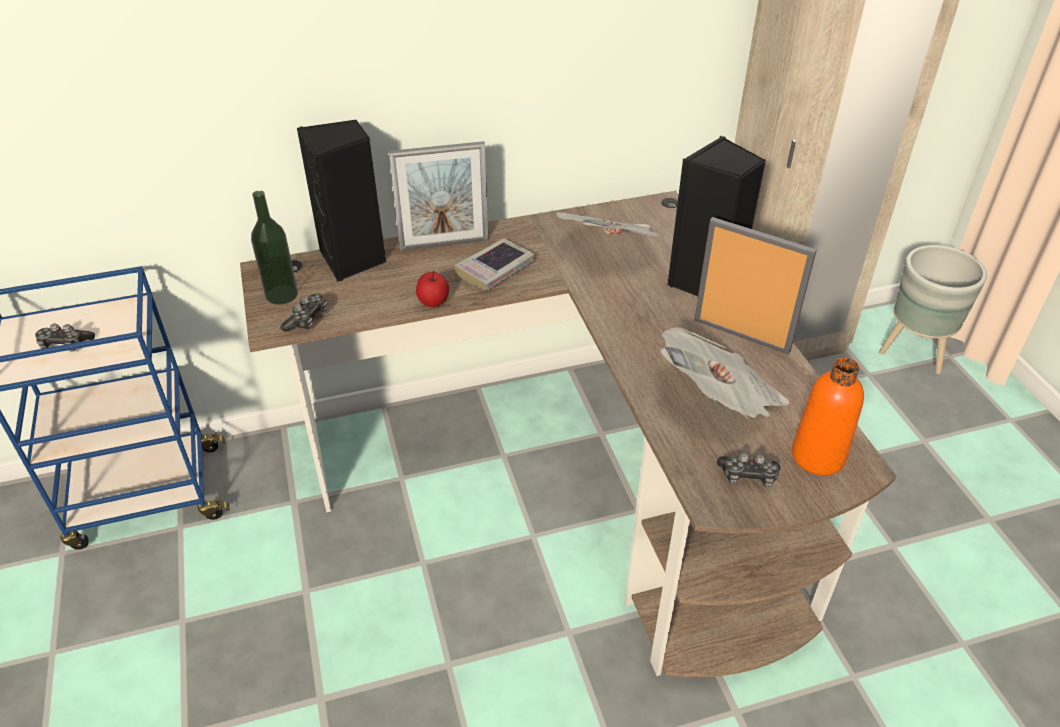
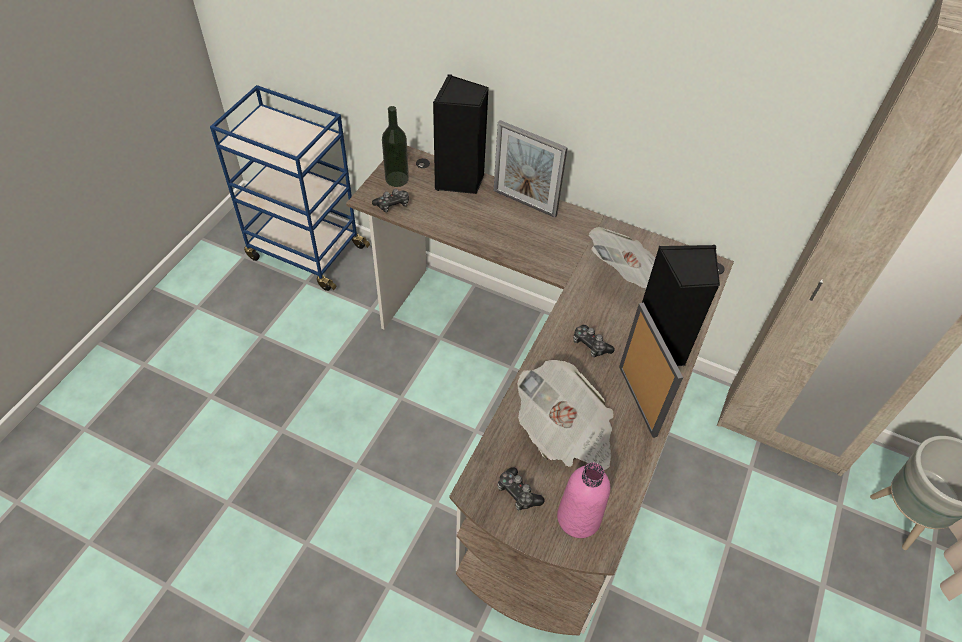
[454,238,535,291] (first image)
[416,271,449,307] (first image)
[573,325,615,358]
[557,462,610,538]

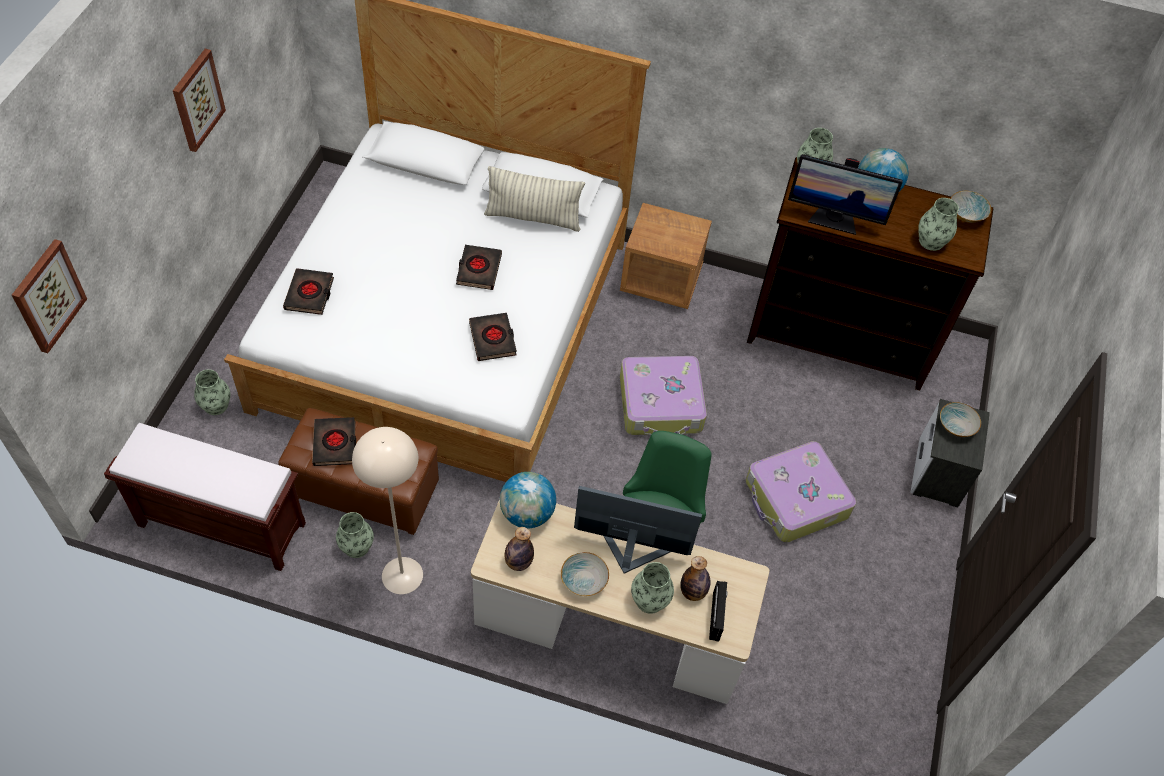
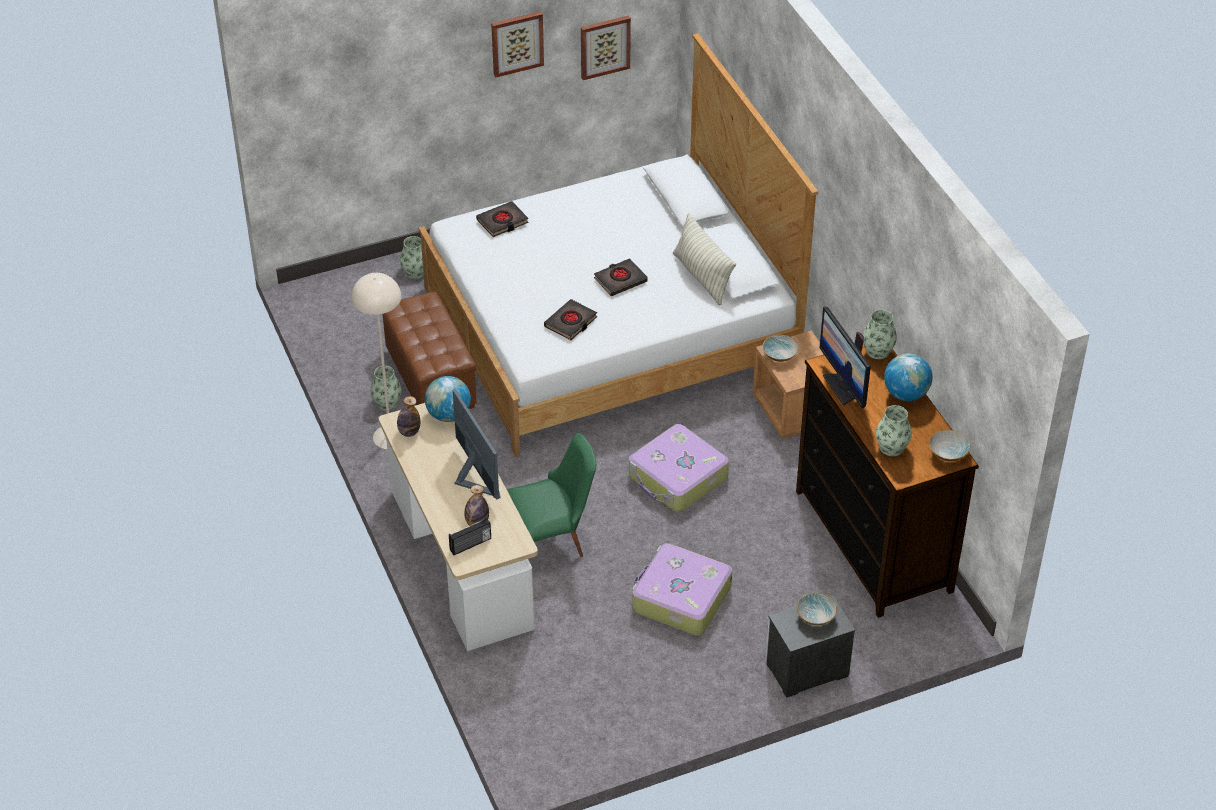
[581,16,631,80]
[312,417,356,466] (first image)
[104,423,306,571] (first image)
[762,335,799,362]
[631,562,674,614] (first image)

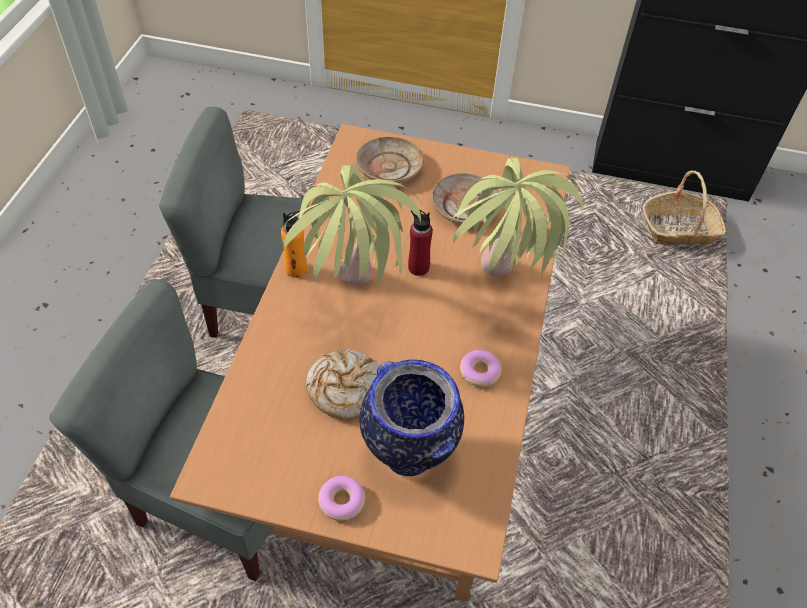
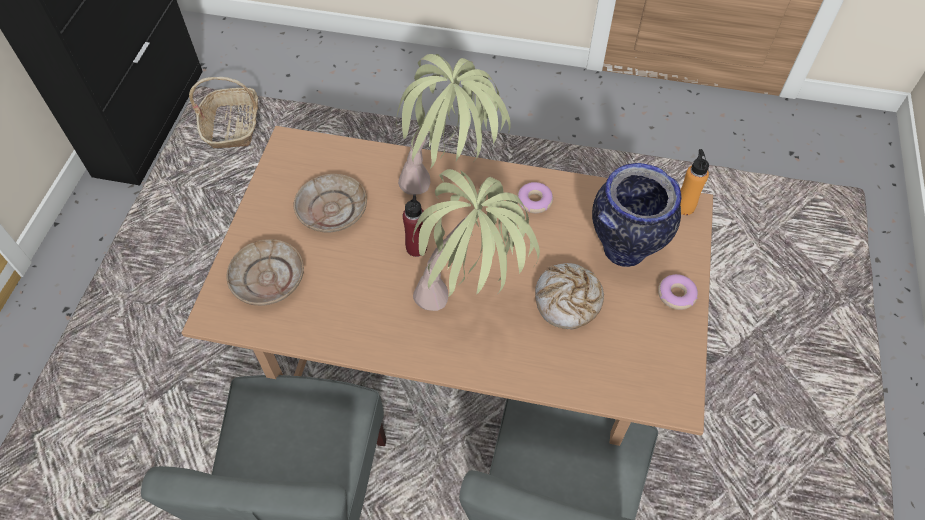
[680,149,709,215]

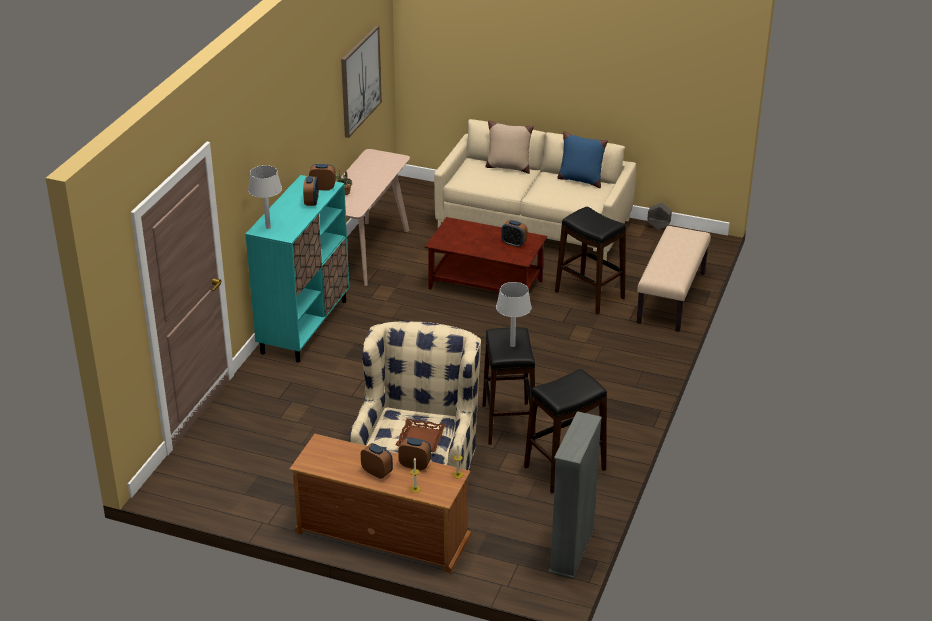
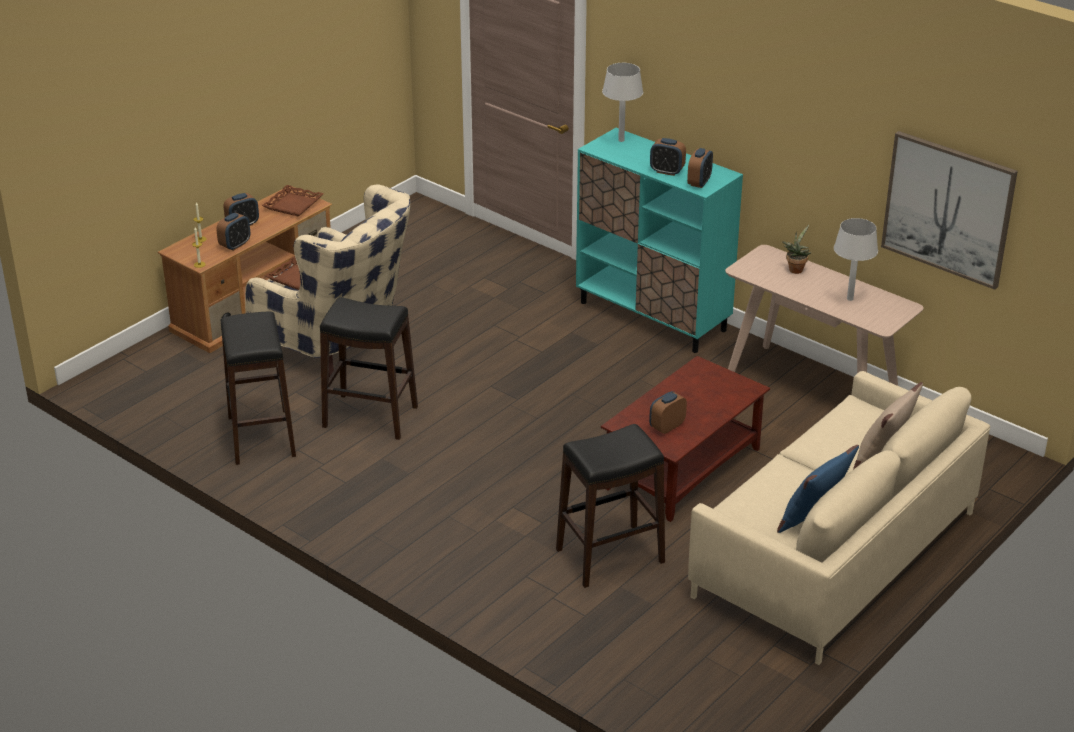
[647,202,672,230] (first image)
[637,226,711,332] (first image)
[834,218,878,301]
[549,411,602,579] (first image)
[262,185,324,217]

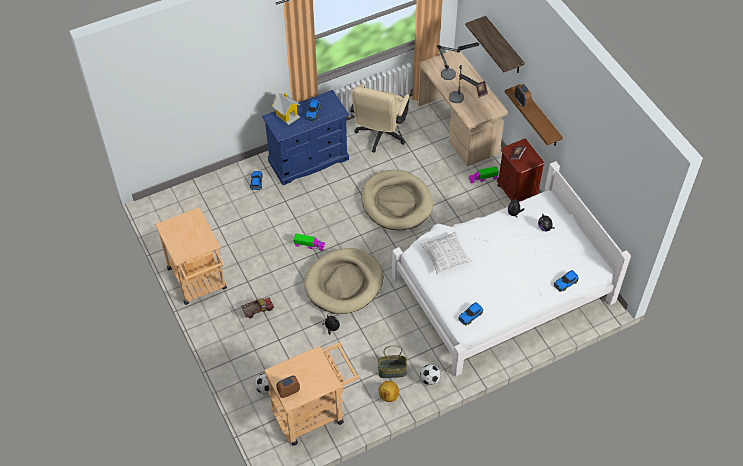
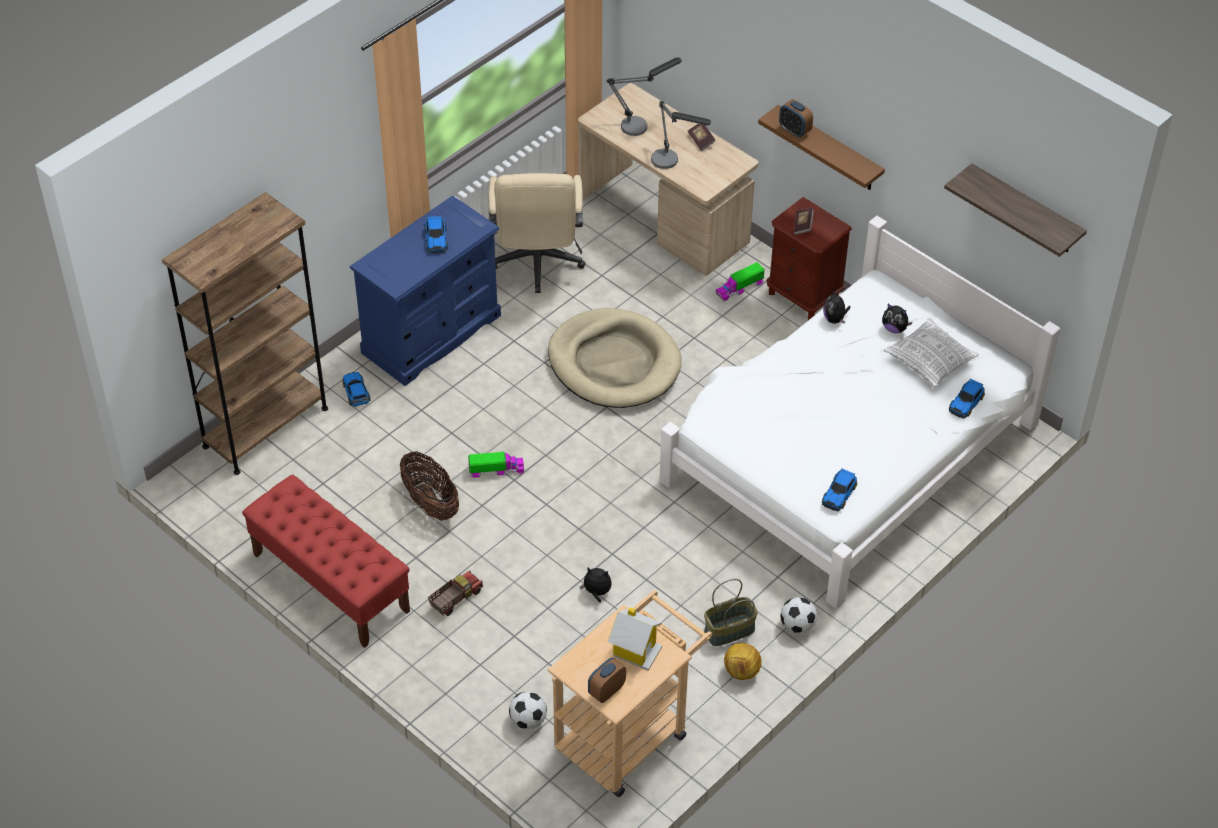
[944,163,1087,257]
[608,607,662,671]
[242,474,410,648]
[884,318,979,388]
[304,248,384,314] (first image)
[162,192,328,475]
[400,451,459,521]

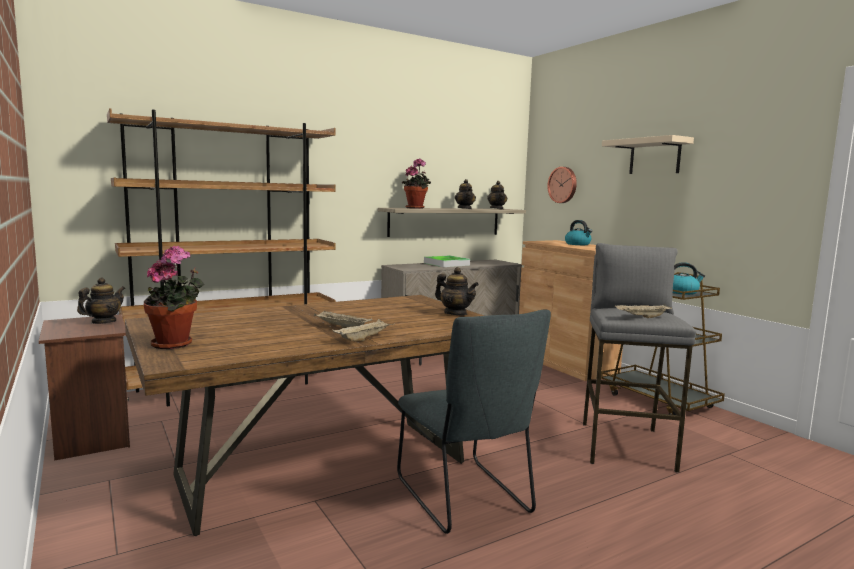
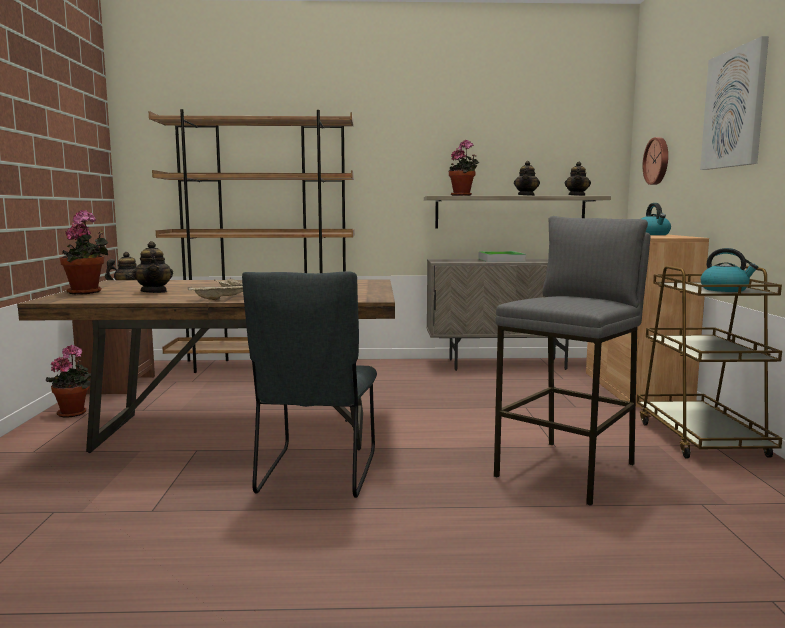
[700,36,769,170]
[132,241,173,293]
[615,304,672,318] (first image)
[45,345,91,418]

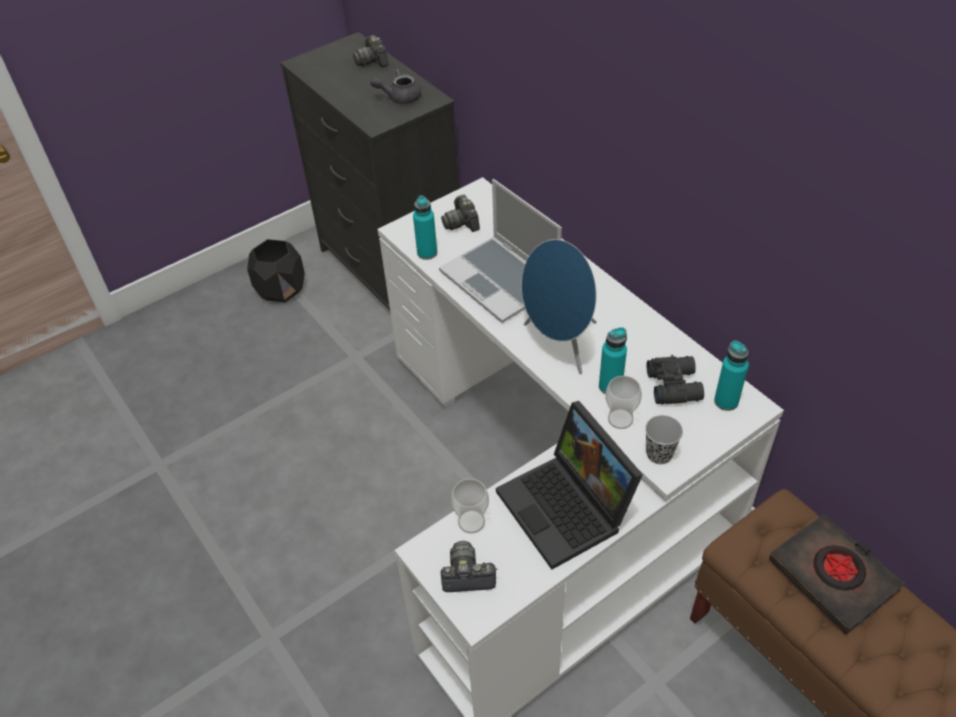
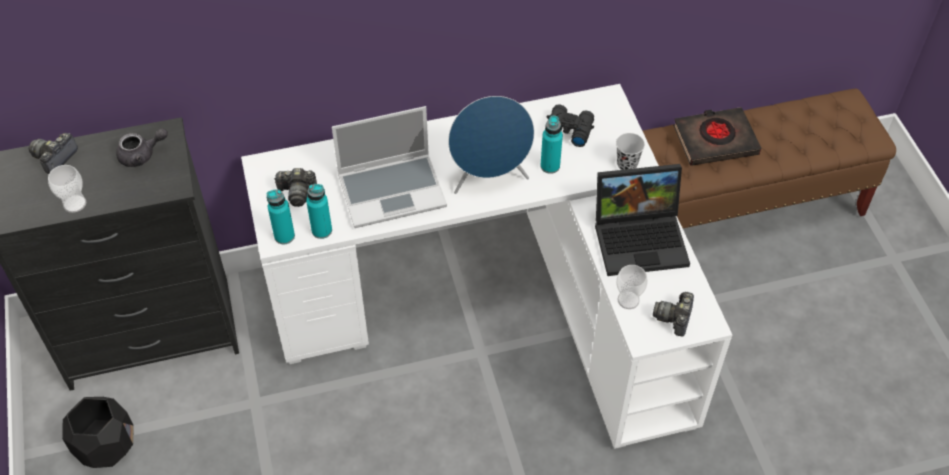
[29,133,78,174]
[116,128,168,167]
[267,189,295,244]
[48,165,86,213]

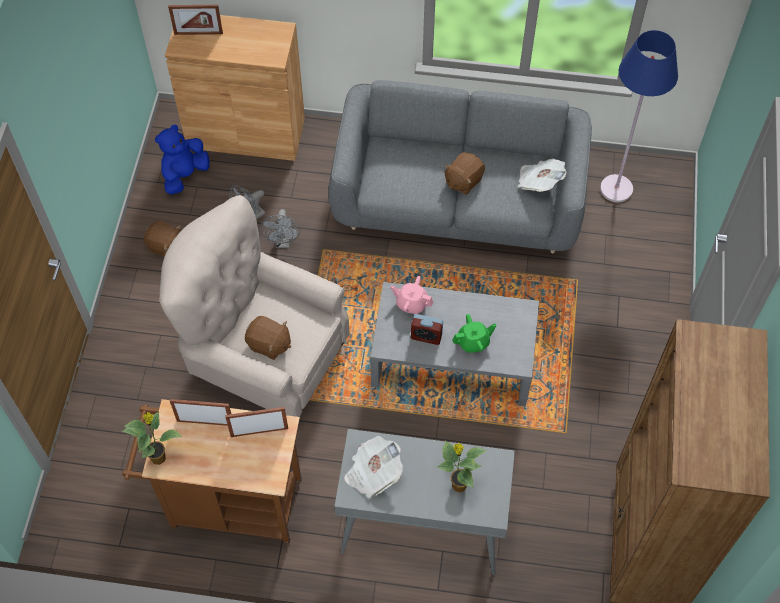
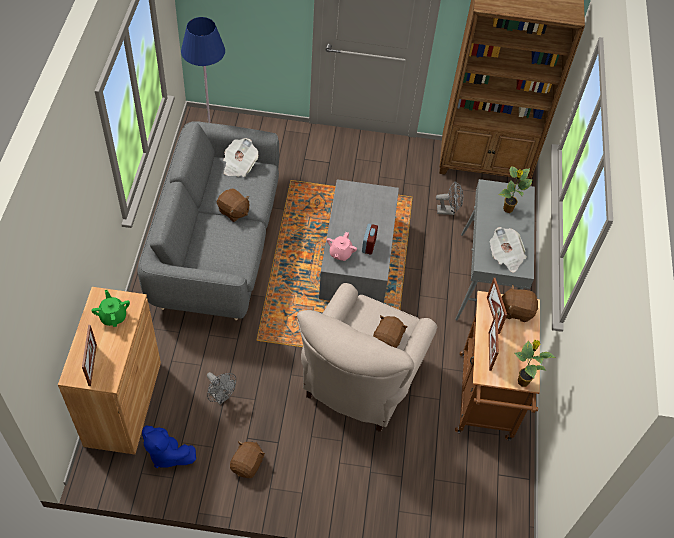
[436,181,463,215]
[91,290,130,327]
[502,285,538,322]

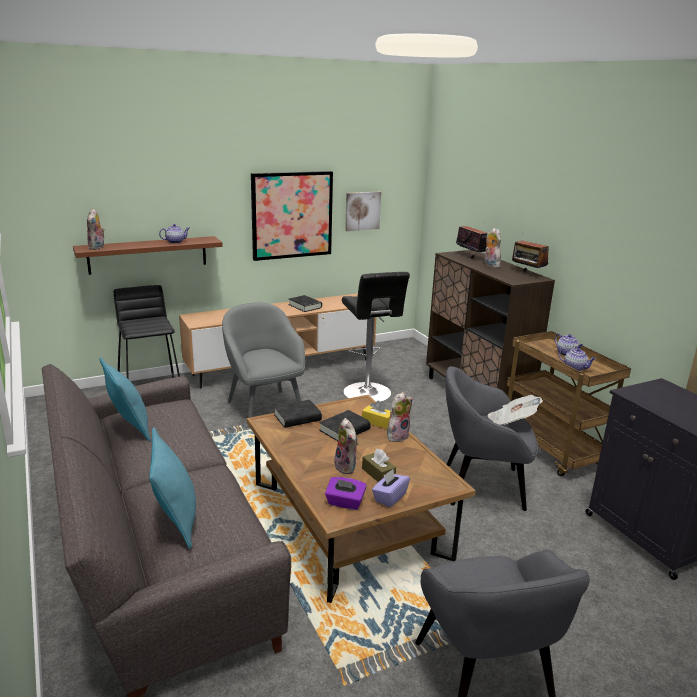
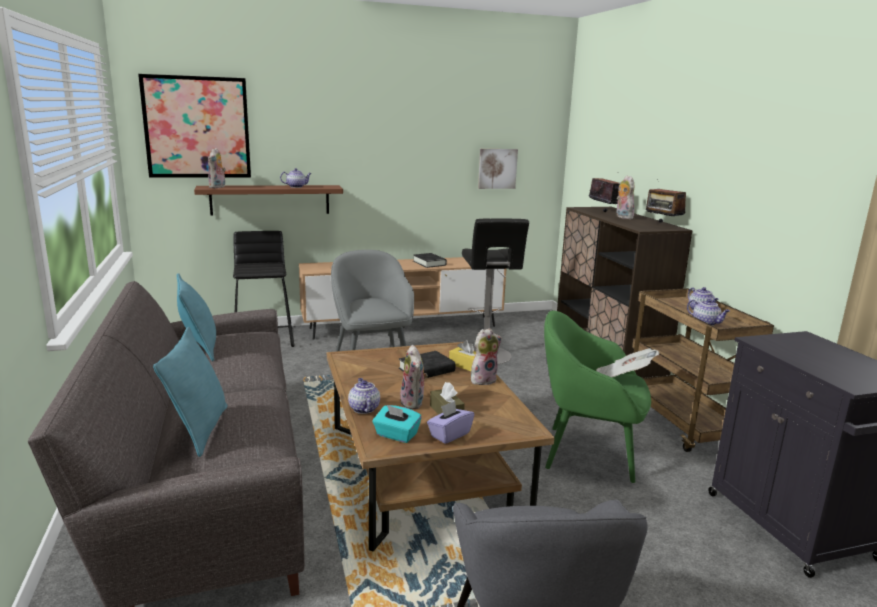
[138,74,251,178]
[544,310,651,483]
[274,400,322,428] (first image)
[373,405,422,443]
[348,378,380,414]

